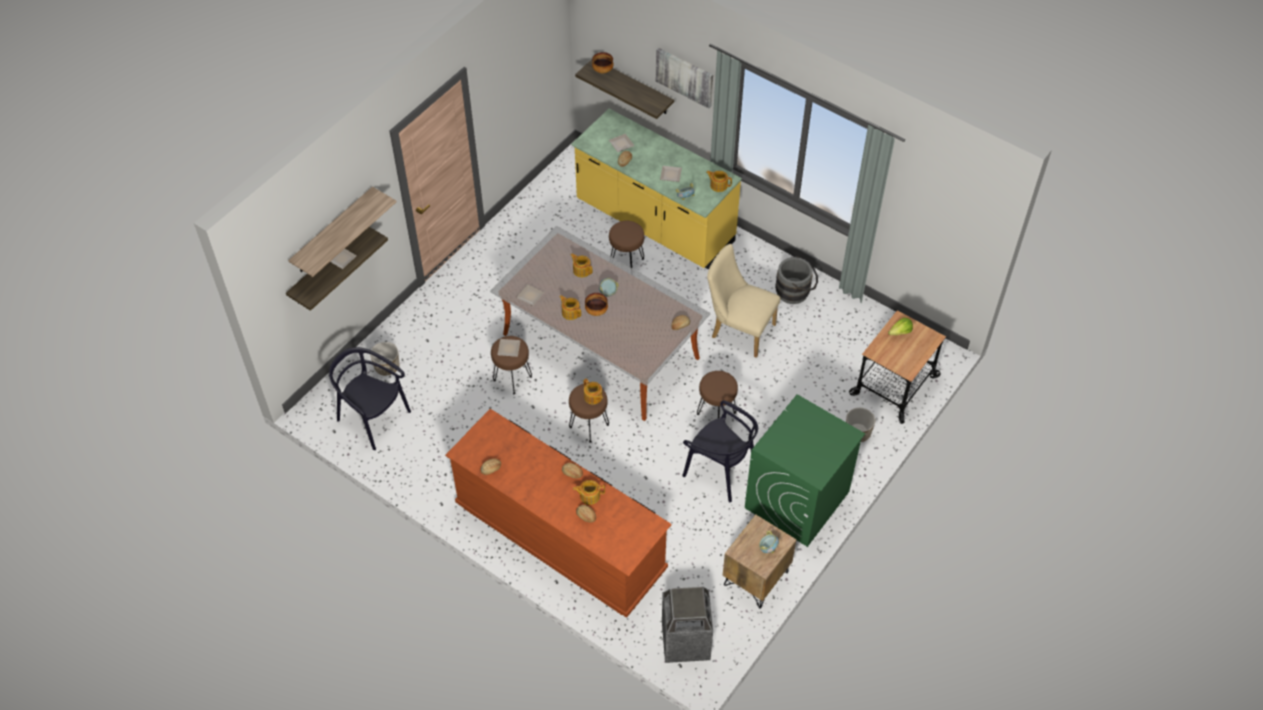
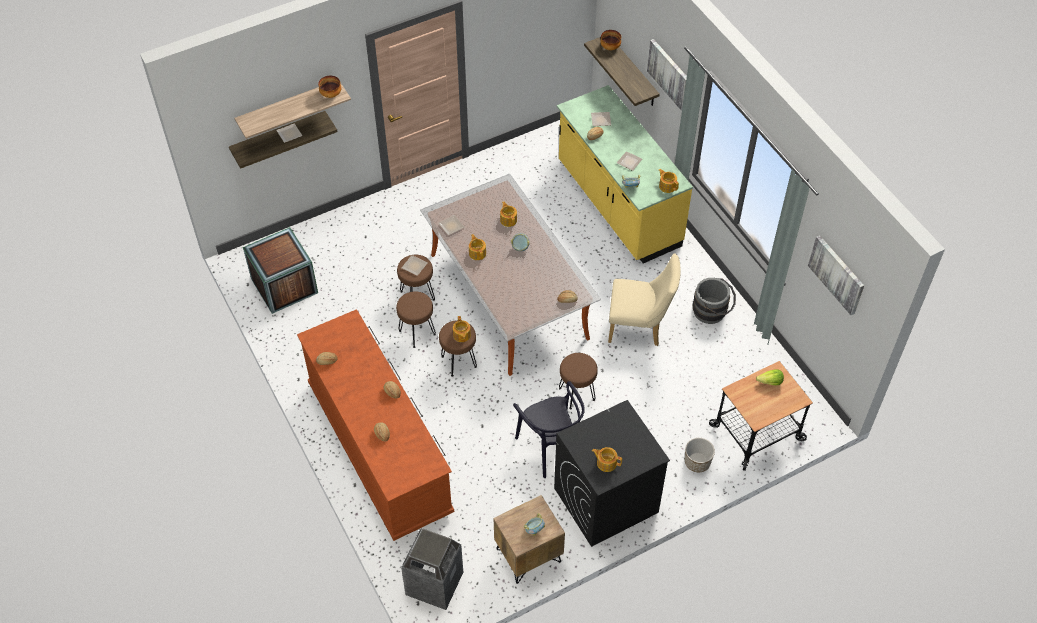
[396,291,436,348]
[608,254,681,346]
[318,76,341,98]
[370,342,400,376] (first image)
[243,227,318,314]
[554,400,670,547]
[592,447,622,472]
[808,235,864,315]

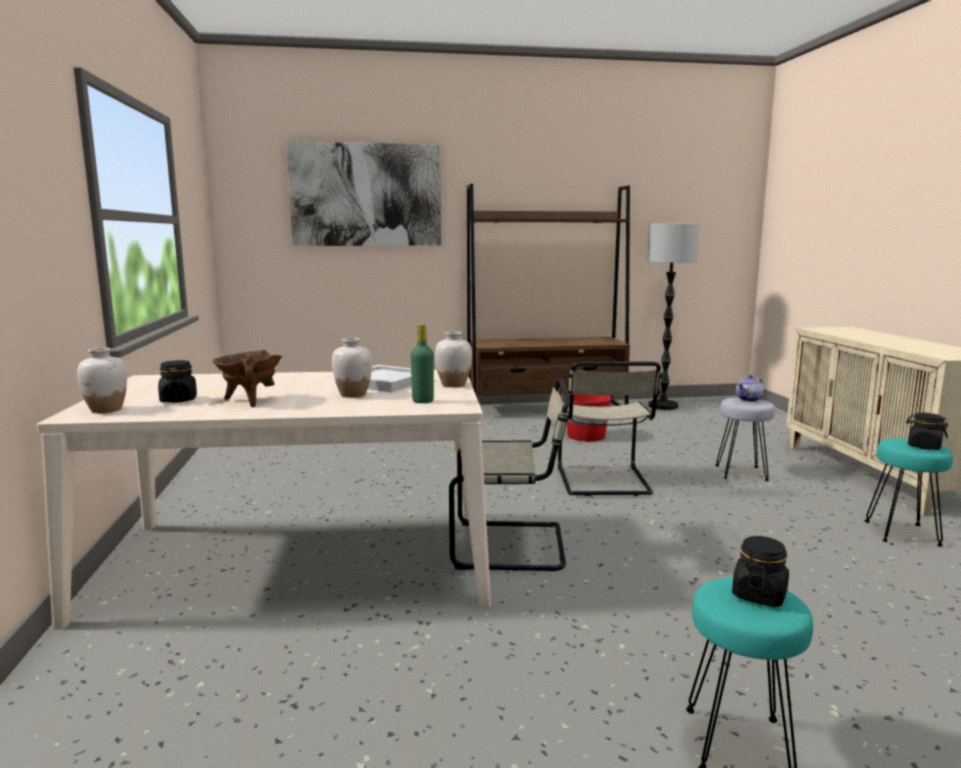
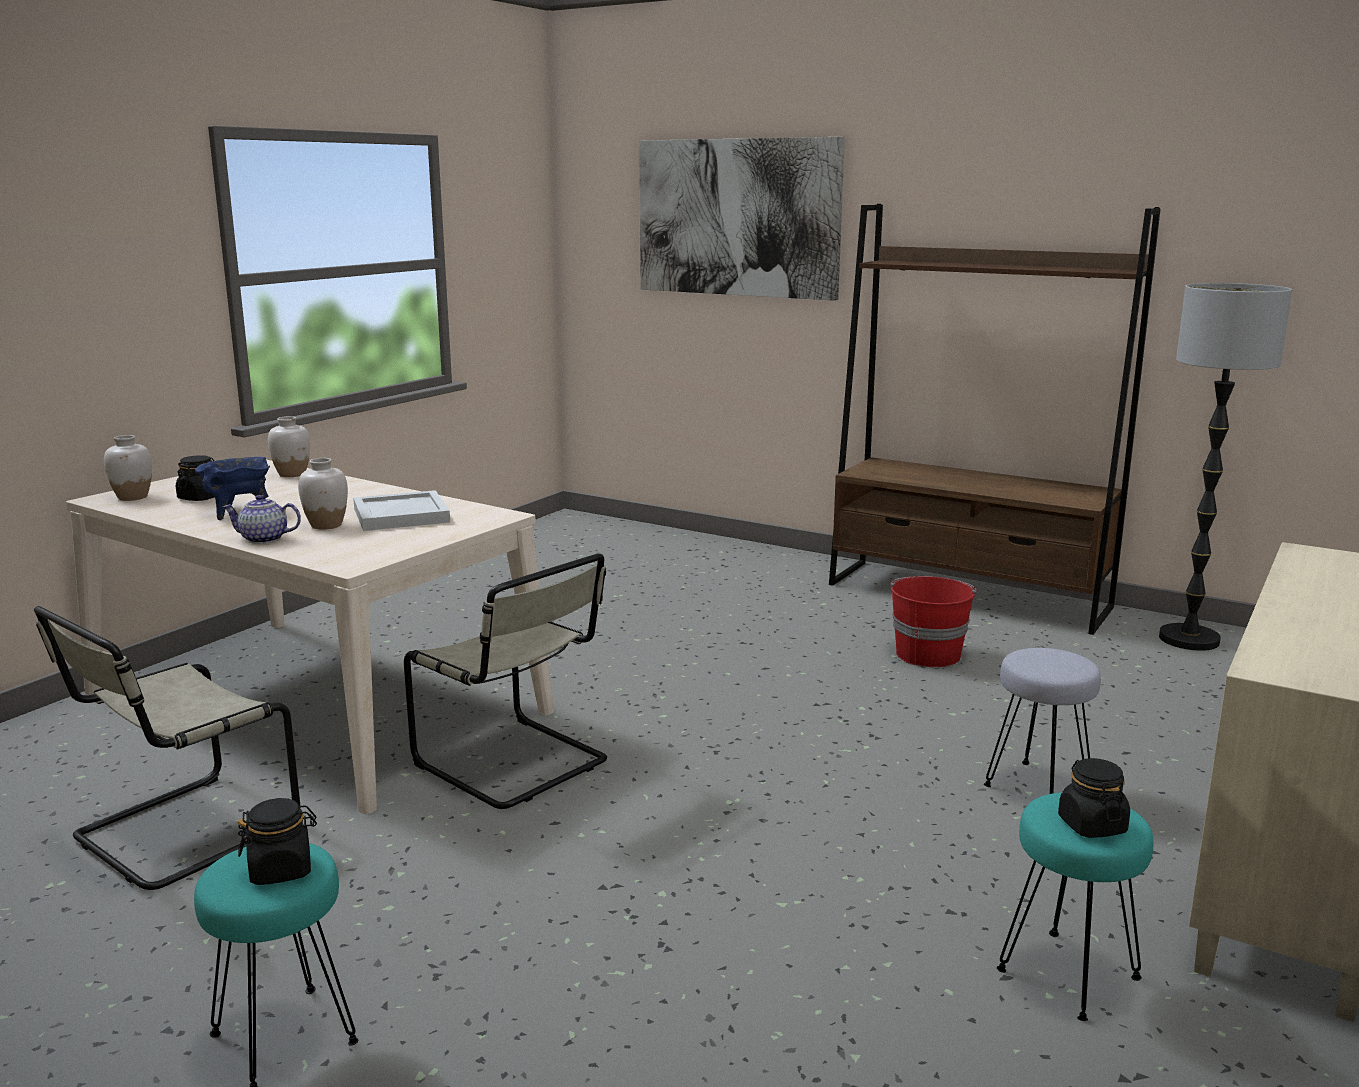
[411,324,434,403] (first image)
[268,416,310,477]
[195,457,270,520]
[34,606,300,890]
[223,495,301,544]

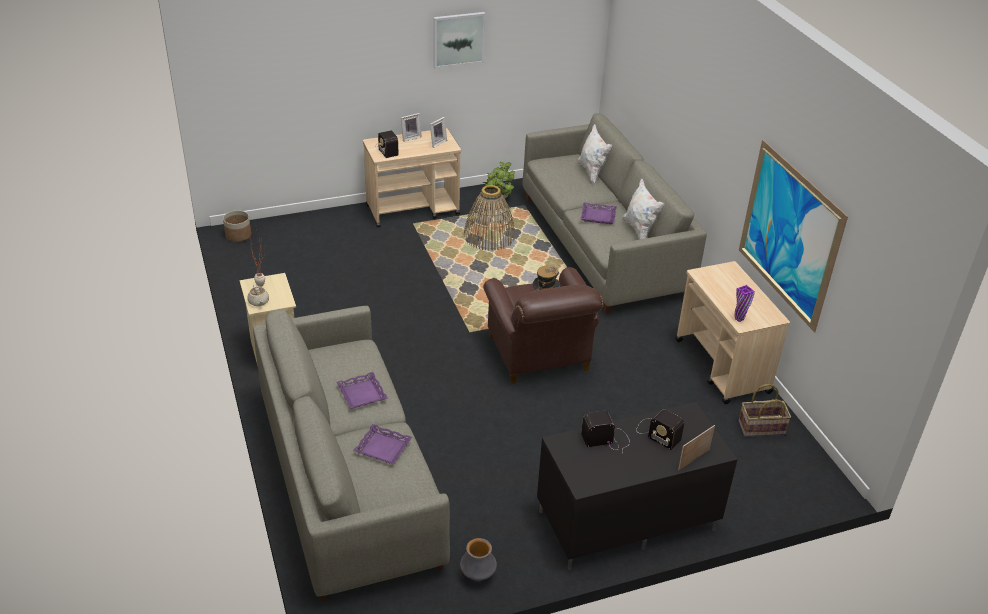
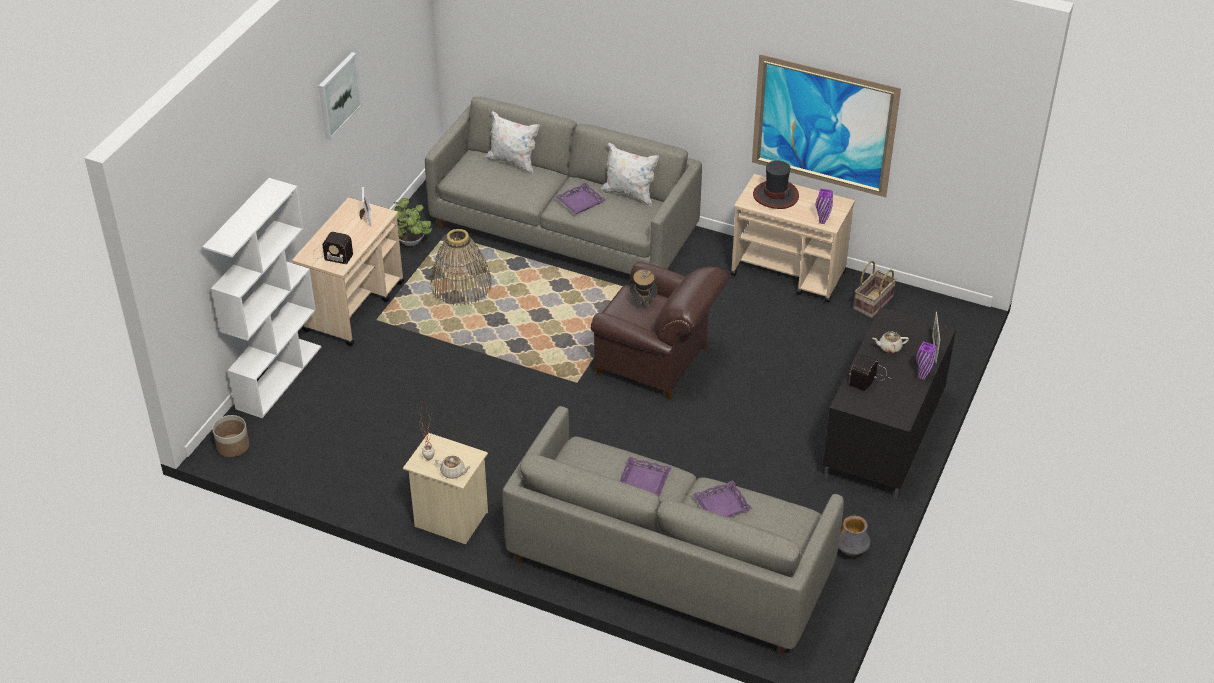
[401,113,422,142] (first image)
[872,331,909,353]
[753,161,799,209]
[203,178,321,418]
[916,341,936,380]

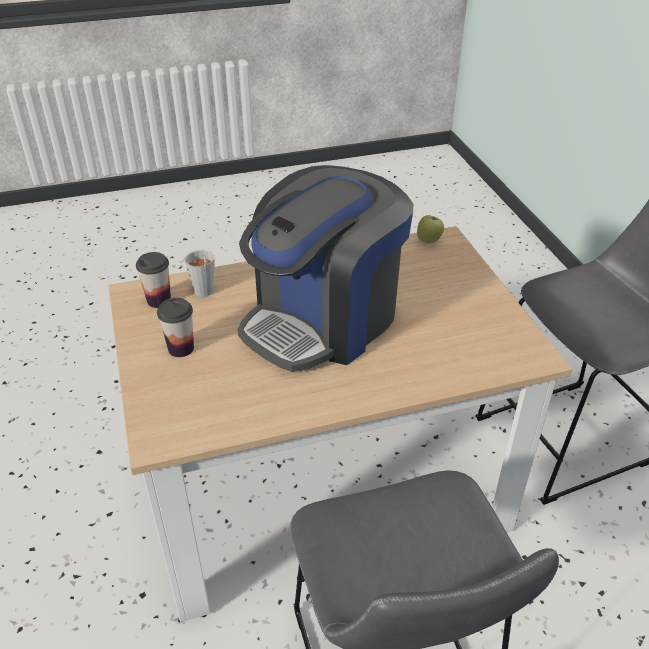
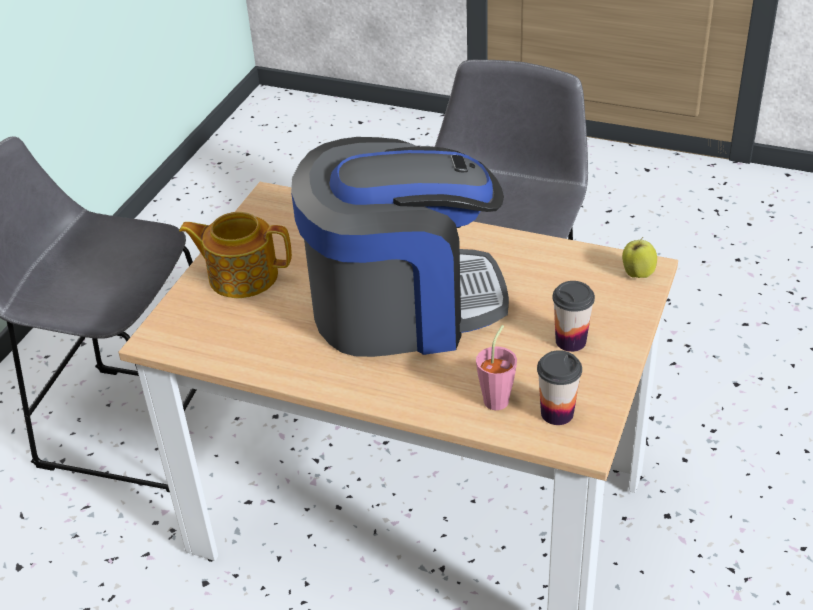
[622,237,657,278]
[476,325,517,410]
[179,212,292,298]

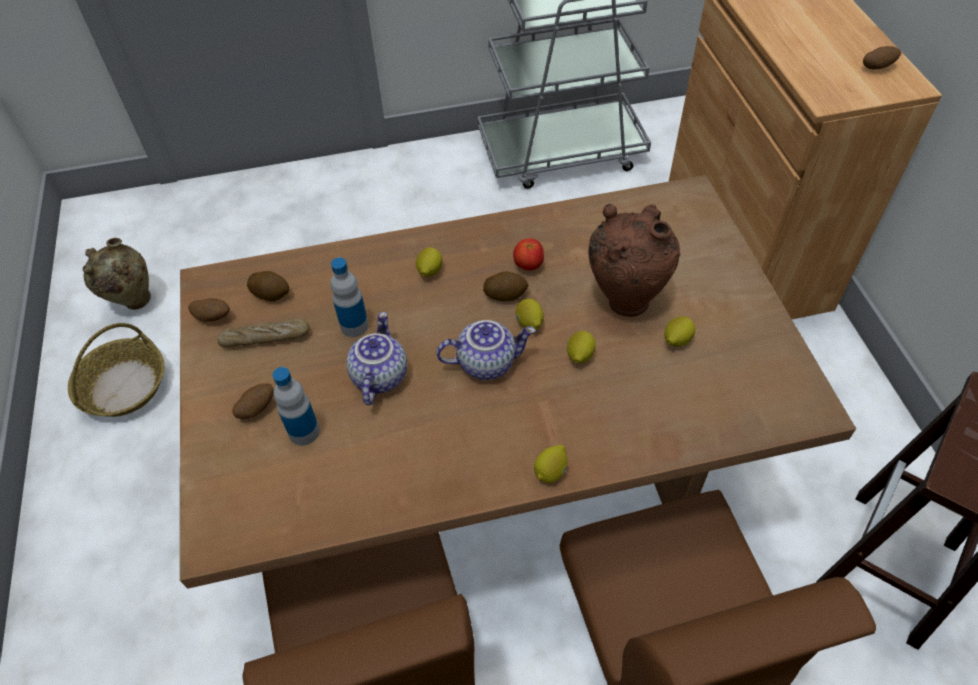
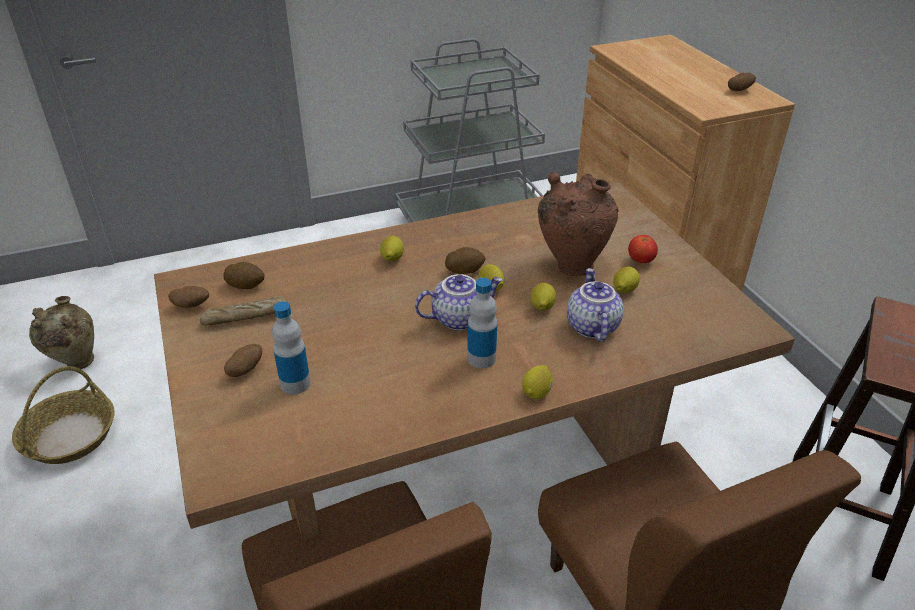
[628,235,658,263]
[467,278,498,369]
[567,268,624,342]

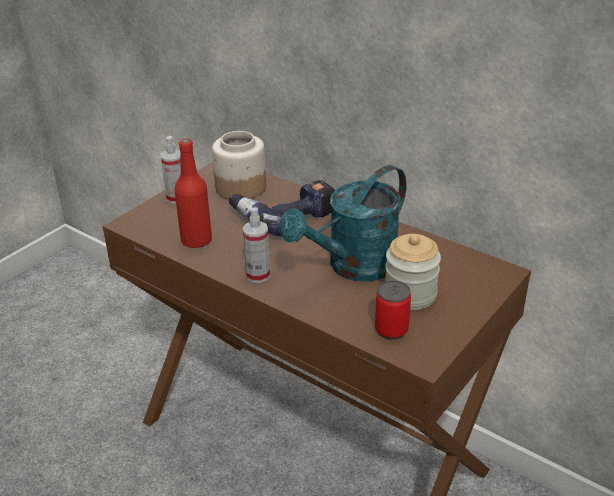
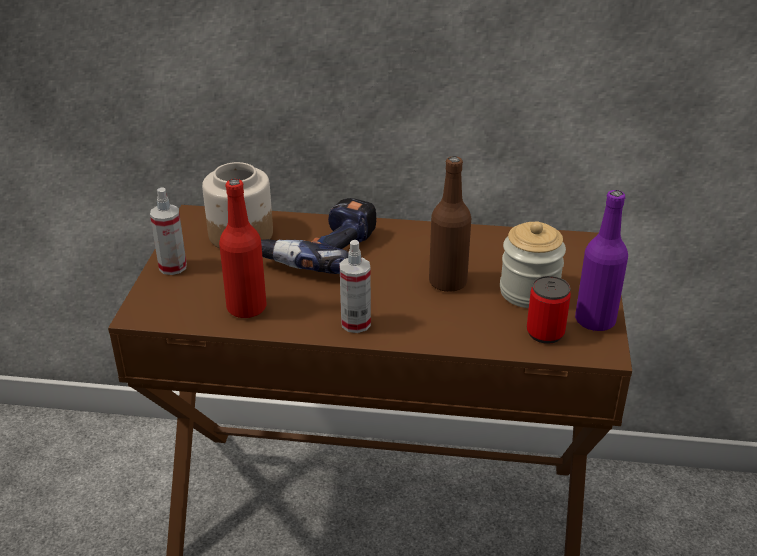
[429,156,471,292]
[575,190,628,331]

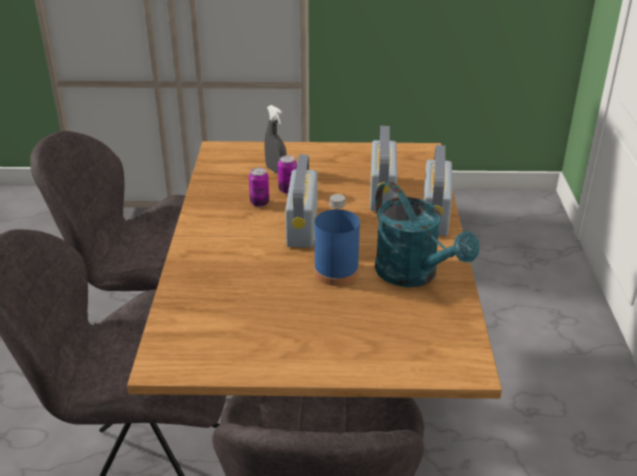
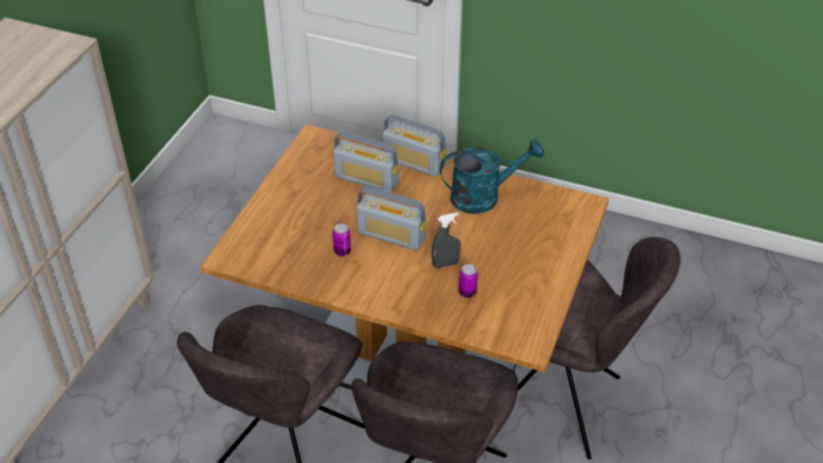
[432,212,461,268]
[459,264,478,298]
[314,194,360,286] (first image)

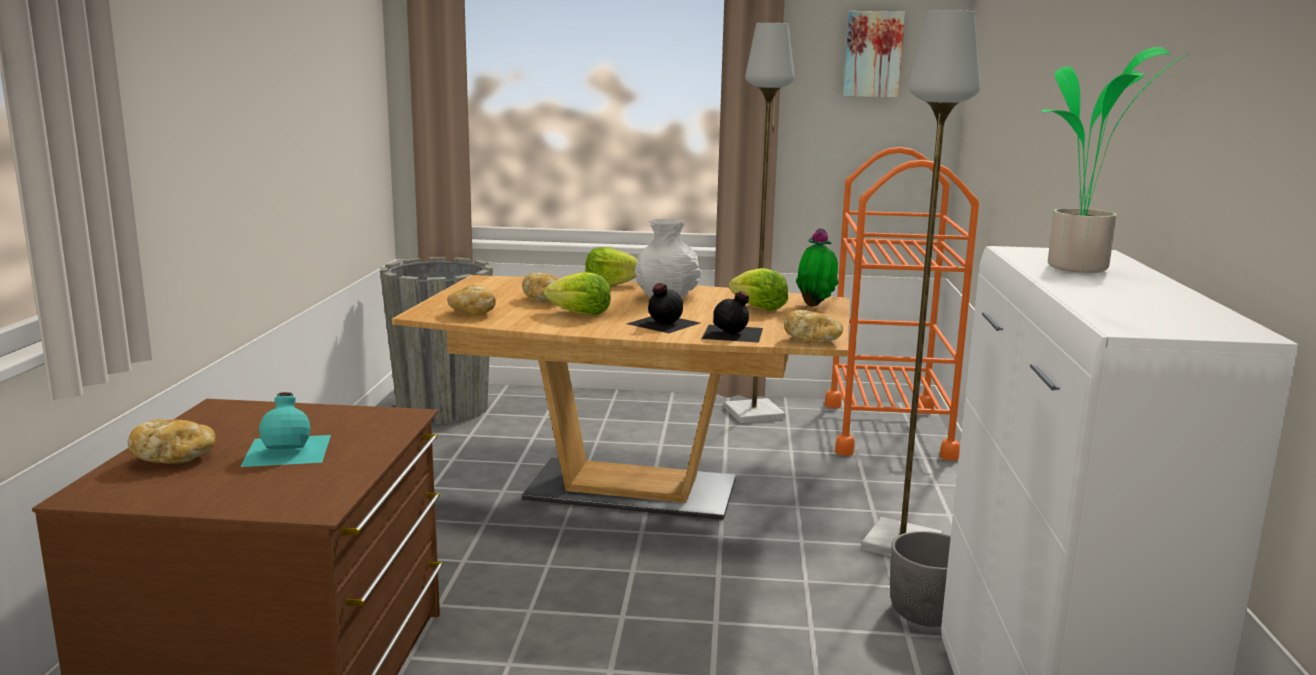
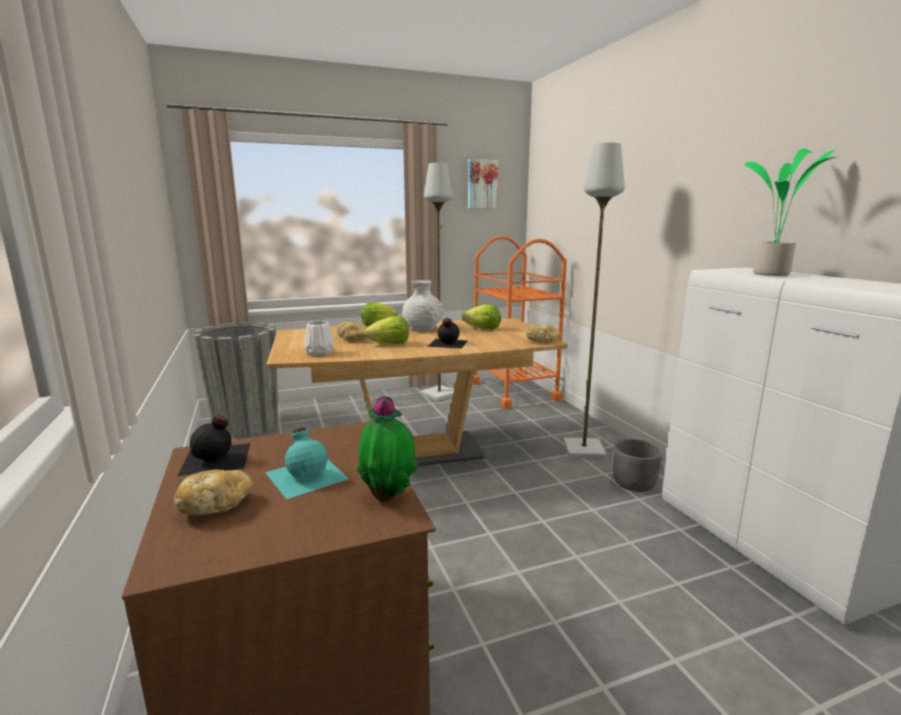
[357,396,418,502]
[304,321,334,356]
[177,415,250,476]

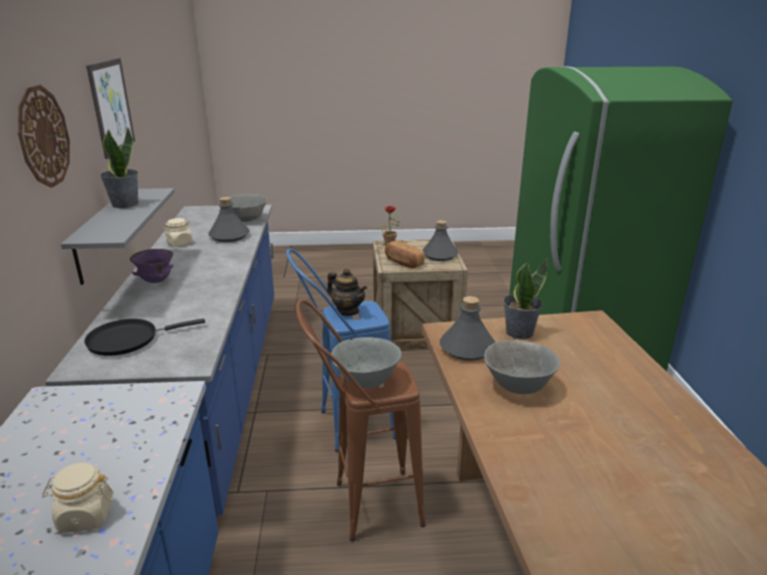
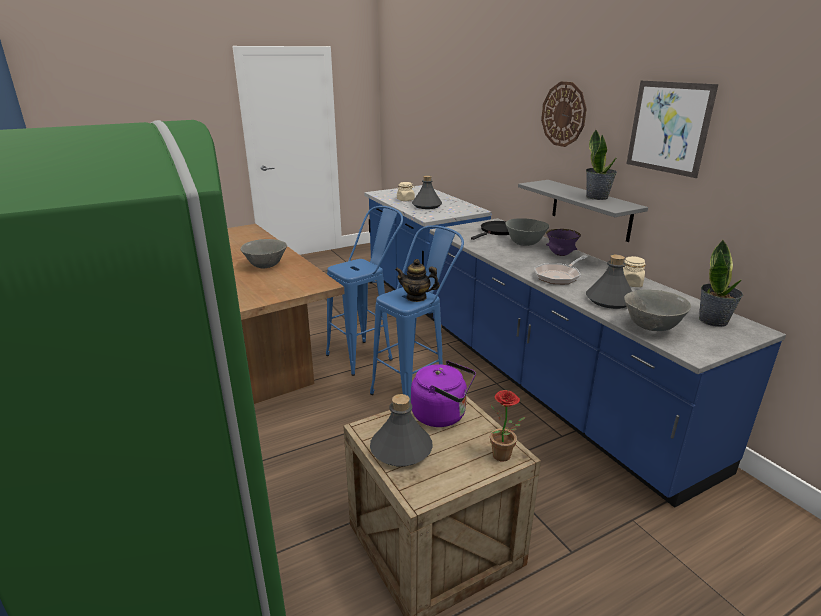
[411,360,476,427]
[699,240,743,327]
[412,175,442,209]
[326,206,403,376]
[505,218,549,246]
[534,255,588,284]

